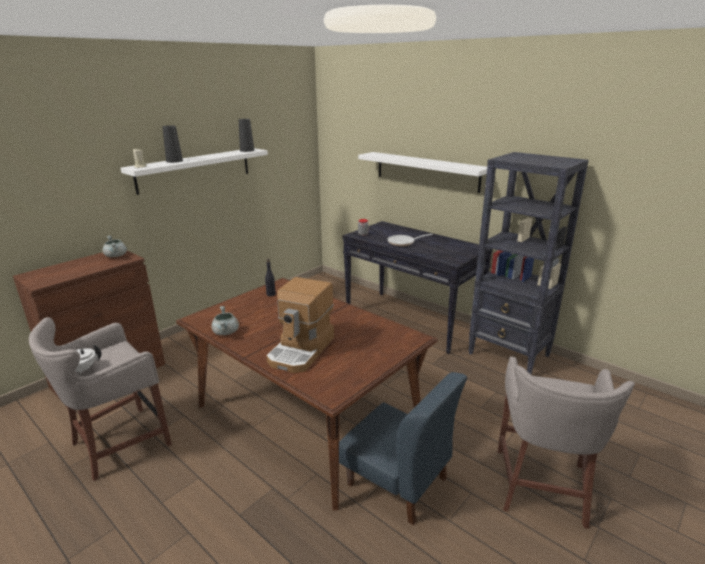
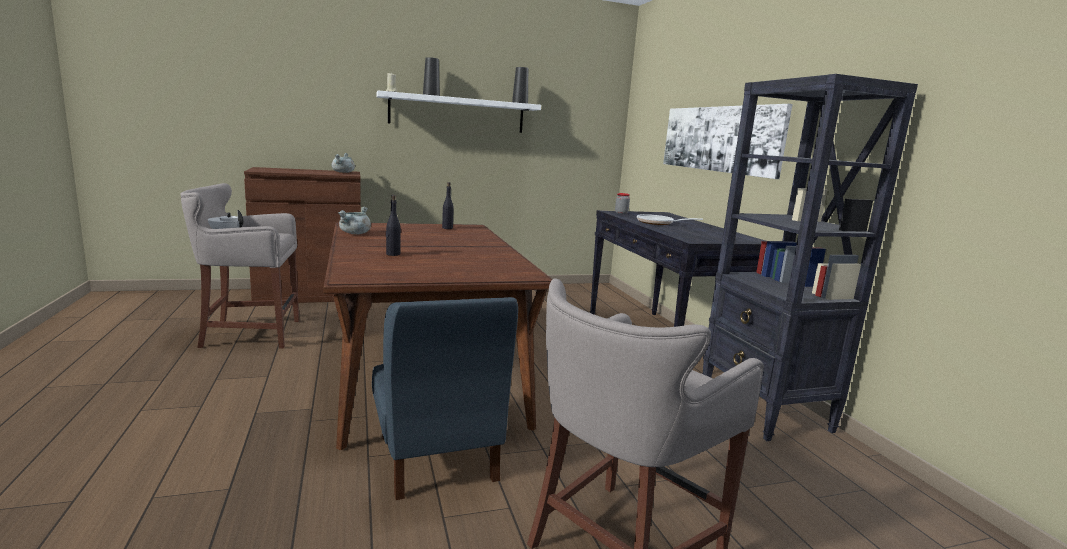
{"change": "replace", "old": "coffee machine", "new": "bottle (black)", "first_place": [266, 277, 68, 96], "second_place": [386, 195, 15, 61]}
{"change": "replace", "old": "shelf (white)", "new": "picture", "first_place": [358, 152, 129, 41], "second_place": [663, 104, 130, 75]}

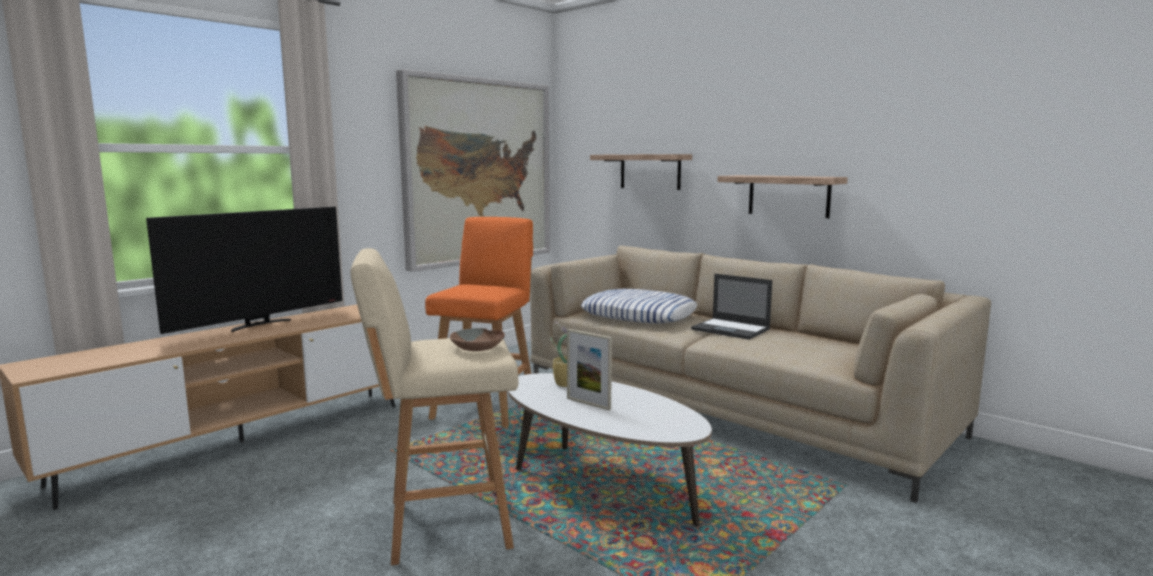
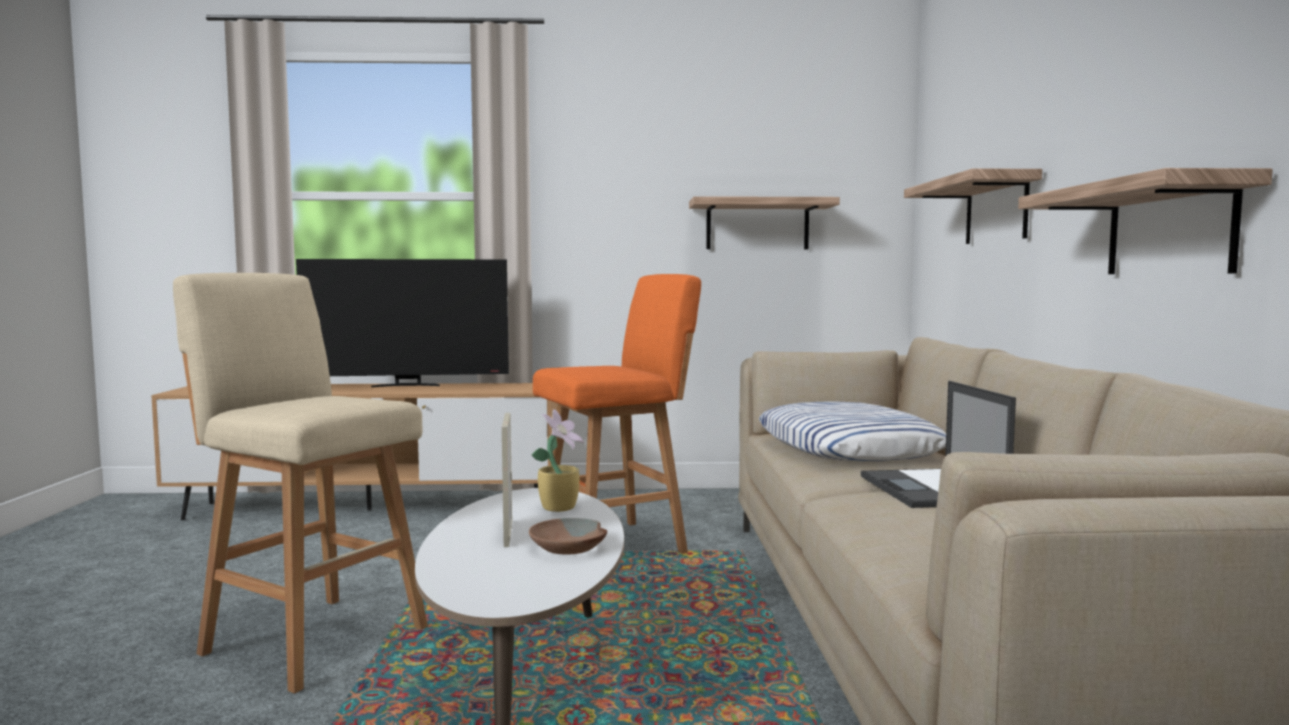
{"change": "move", "old": "bowl (brown)", "first_place": [450, 328, 55, 23], "second_place": [529, 518, 78, 37]}
{"change": "replace", "old": "picture", "new": "shelf", "first_place": [396, 69, 154, 203], "second_place": [689, 196, 151, 53]}

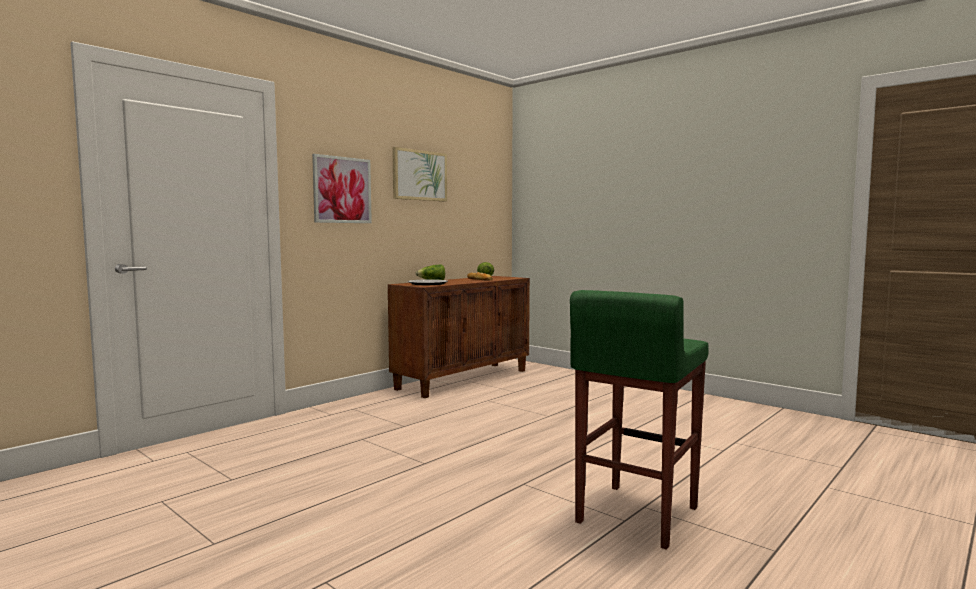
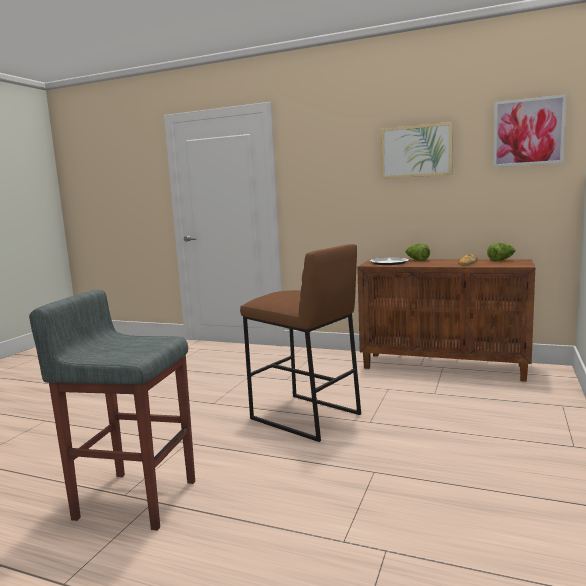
{"change": "insert", "new": "stool (brown)", "second_place": [240, 244, 121, 198]}
{"change": "move", "old": "picture", "first_place": [312, 154, 60, 69], "second_place": [493, 94, 73, 73]}
{"change": "recolor", "old": "stool (green)", "new": "stool (grey)", "first_place": [570, 290, 139, 260], "second_place": [29, 290, 166, 241]}

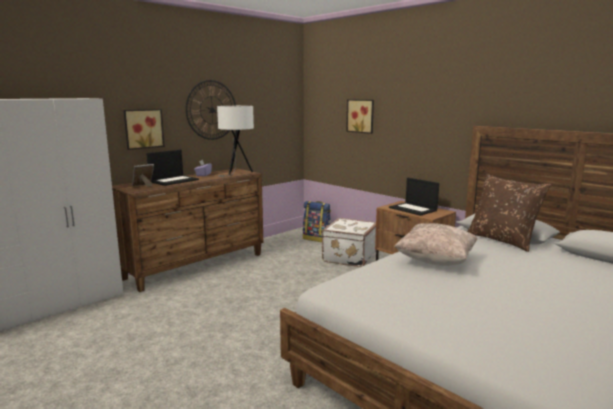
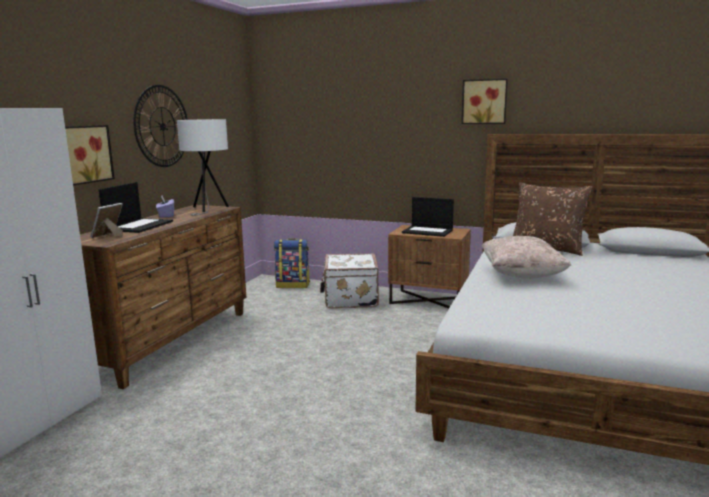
{"change": "move", "old": "picture", "first_place": [346, 99, 28, 35], "second_place": [462, 79, 46, 45]}

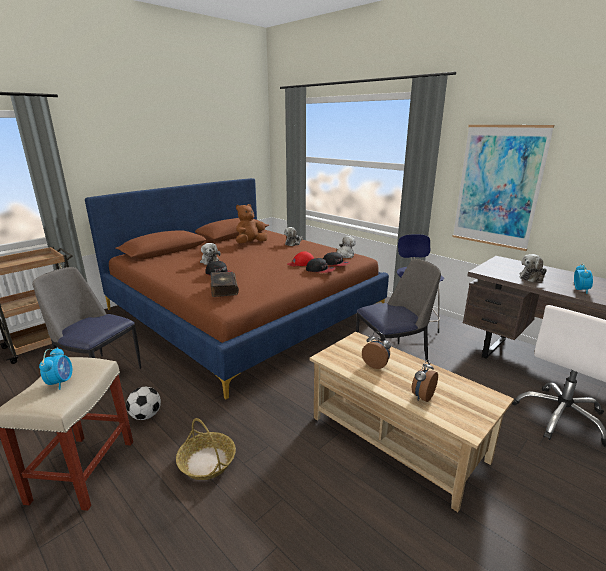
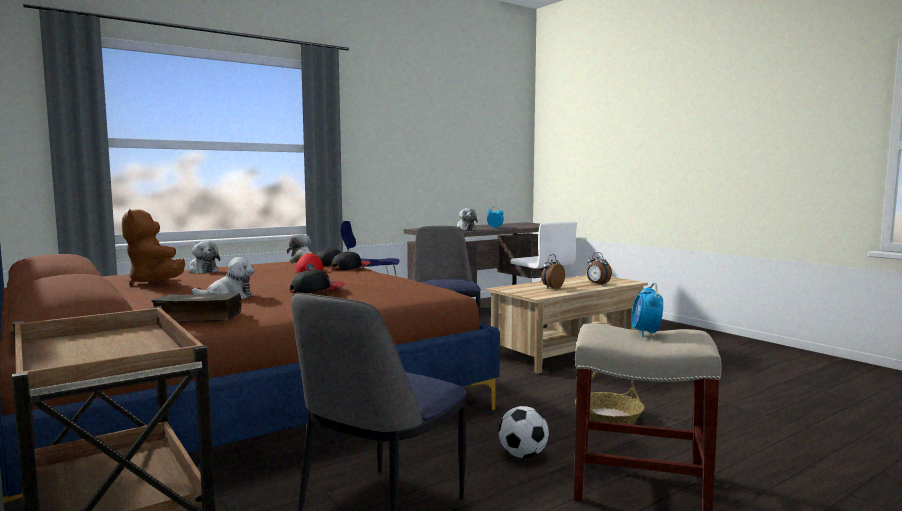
{"change": "delete", "old": "picture", "first_place": [452, 125, 102, 126]}
{"change": "move", "old": "book", "first_place": [210, 272, 29, 25], "second_place": [151, 293, 90, 29]}
{"change": "rotate", "old": "alarm clock", "first_place": [39, 347, 33, 43], "second_place": [631, 283, 32, 54], "degrees": -90}

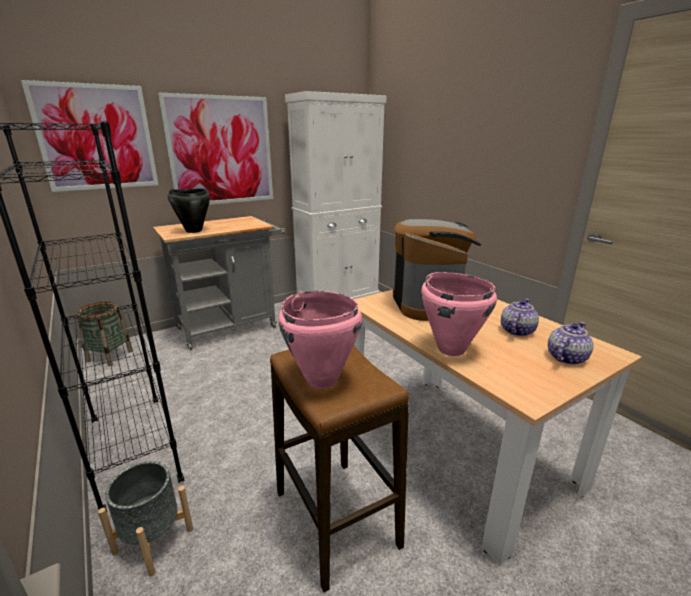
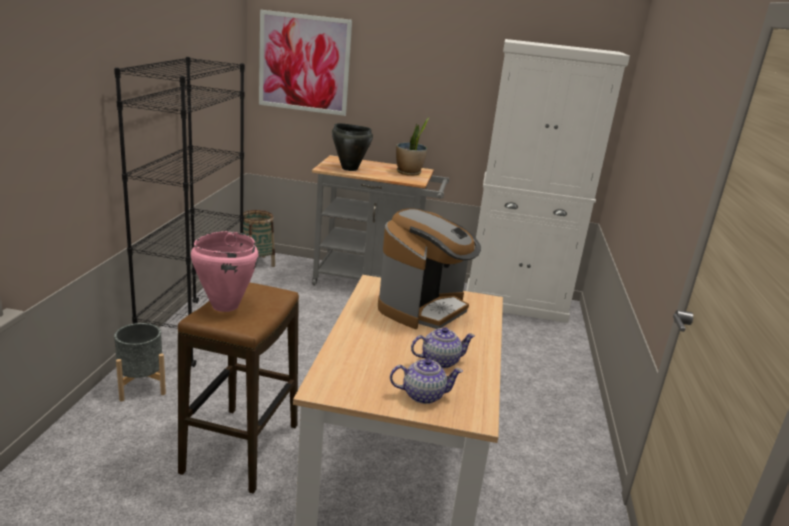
{"change": "delete", "old": "picture", "first_place": [158, 93, 115, 112]}
{"change": "delete", "old": "cooking pot (pink)", "first_place": [421, 272, 76, 84]}
{"change": "insert", "new": "potted plant", "second_place": [396, 117, 34, 59]}

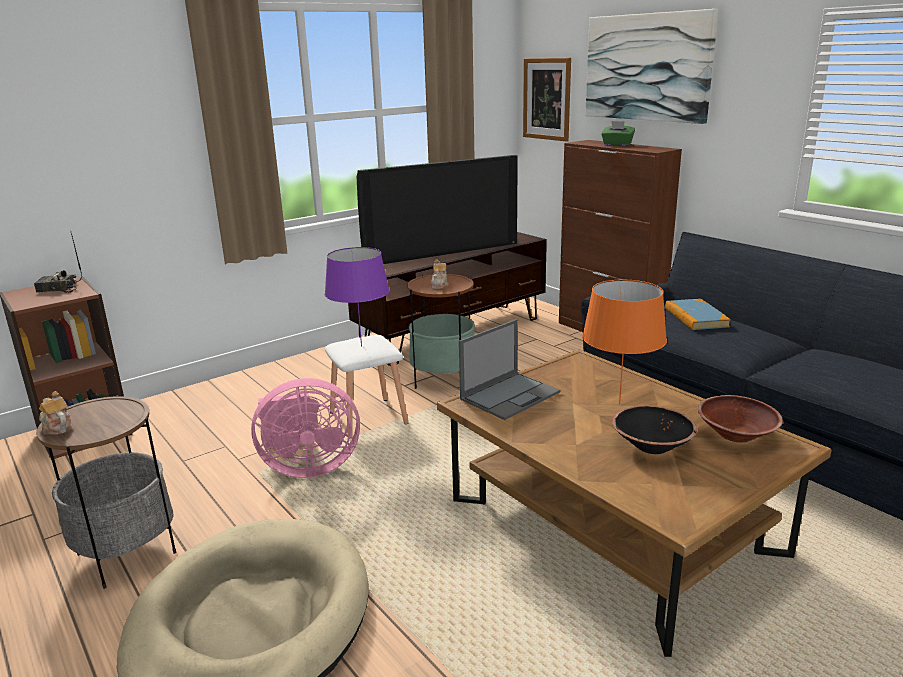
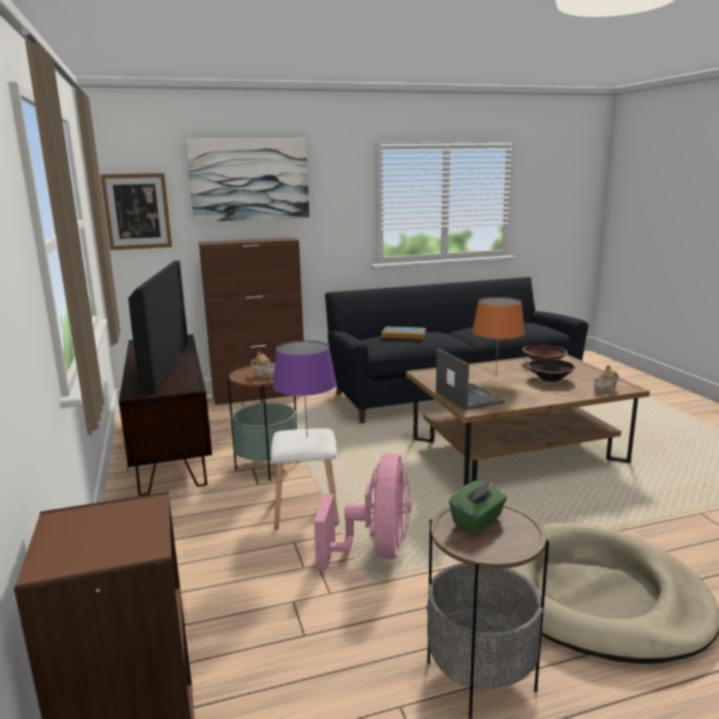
{"change": "delete", "old": "radio", "first_place": [34, 233, 48, 60]}
{"change": "move", "old": "teapot", "first_place": [39, 391, 33, 44], "second_place": [594, 365, 25, 28]}
{"change": "move", "old": "tissue box (green)", "first_place": [601, 121, 34, 25], "second_place": [449, 480, 58, 53]}

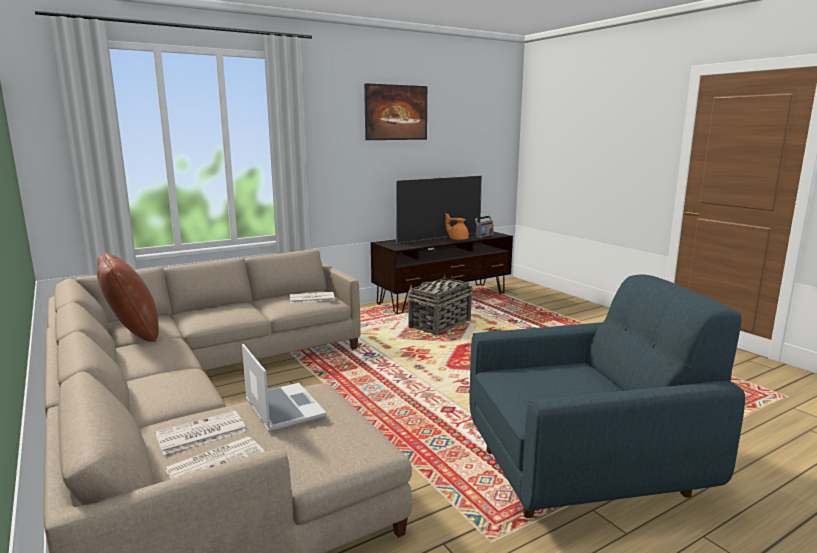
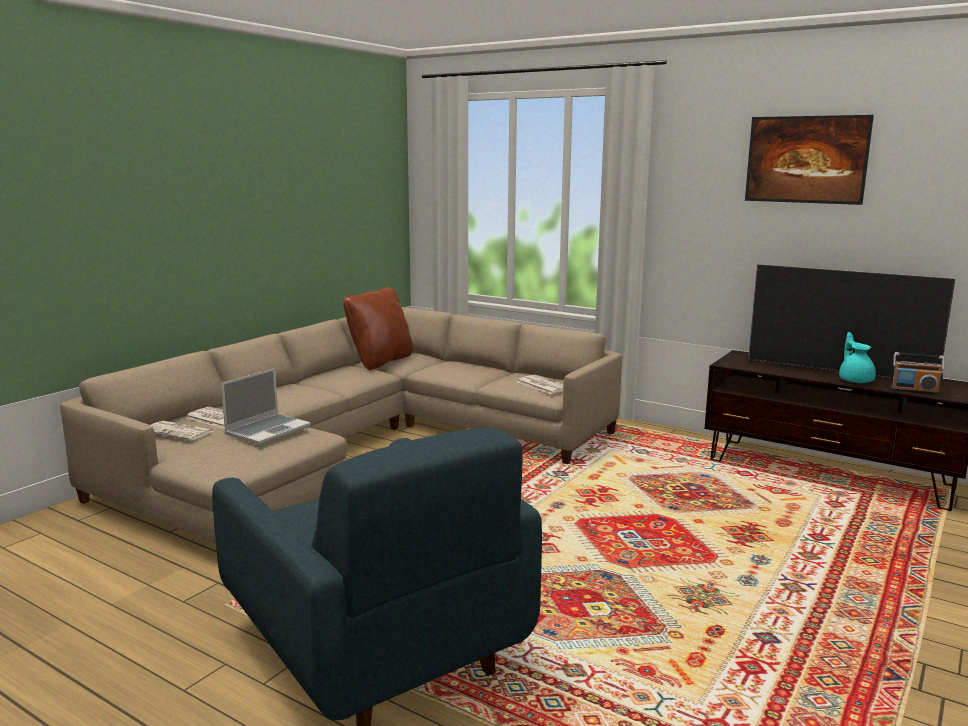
{"change": "delete", "old": "basket", "first_place": [407, 274, 66, 62]}
{"change": "recolor", "old": "teapot (orange)", "new": "teapot (turquoise)", "first_place": [445, 214, 24, 26], "second_place": [839, 332, 37, 51]}

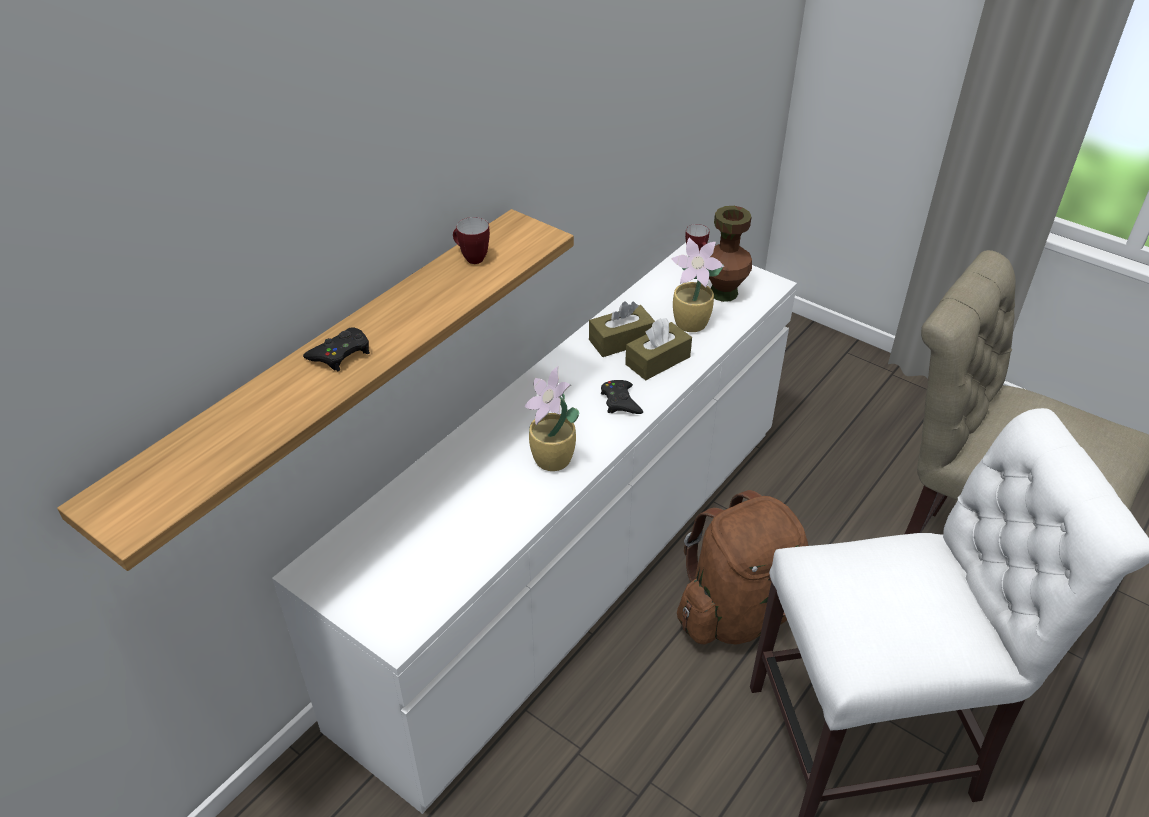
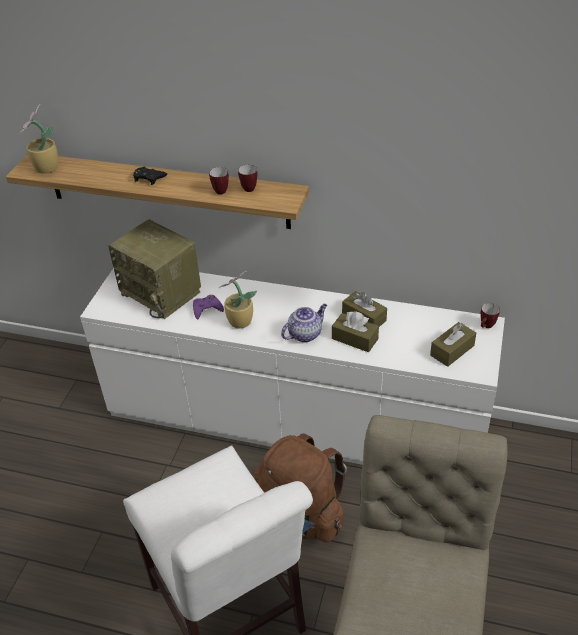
{"change": "insert", "new": "radio", "second_place": [108, 219, 93, 100]}
{"change": "insert", "new": "game controller (purple)", "second_place": [193, 295, 31, 24]}
{"change": "insert", "new": "mug", "second_place": [209, 167, 20, 28]}
{"change": "move", "old": "potted plant", "first_place": [671, 238, 53, 94], "second_place": [19, 104, 39, 70]}
{"change": "replace", "old": "game controller (black)", "new": "teapot", "first_place": [601, 380, 42, 34], "second_place": [281, 304, 46, 38]}
{"change": "replace", "old": "vase (brown)", "new": "tissue box (brown)", "first_place": [709, 206, 43, 96], "second_place": [430, 322, 46, 45]}

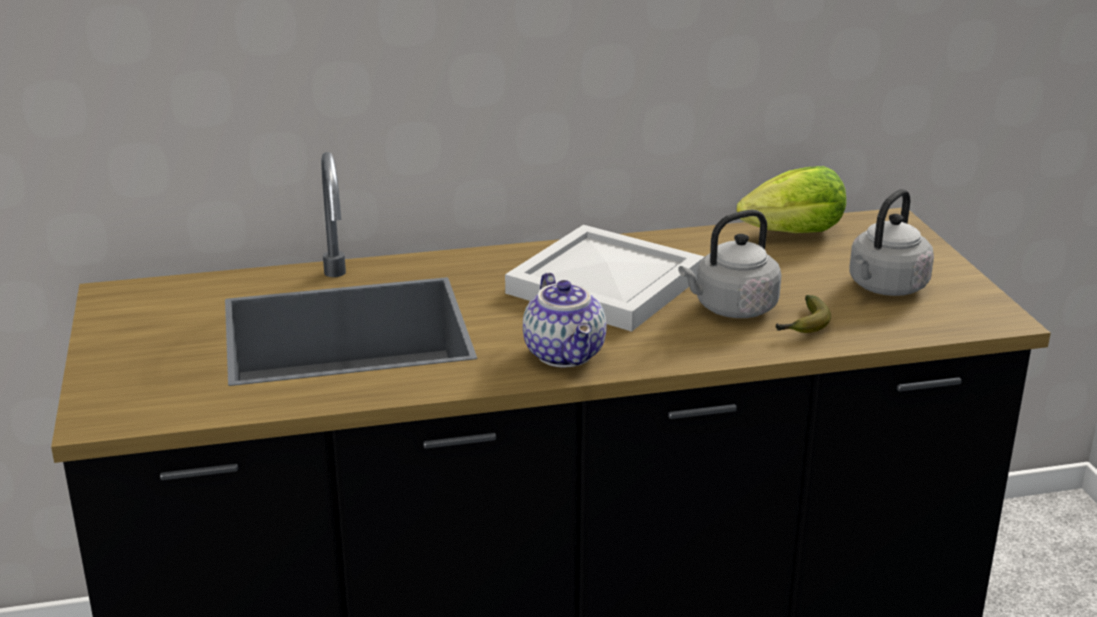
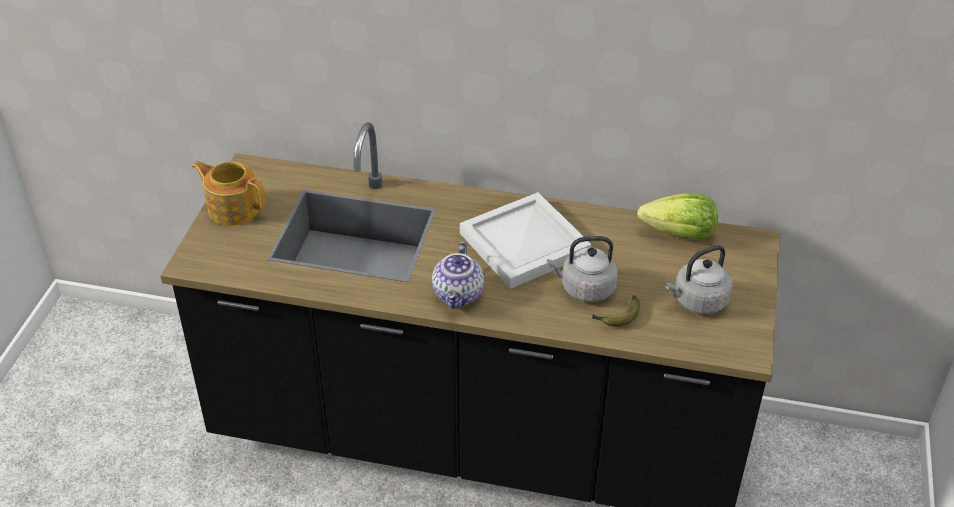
{"change": "insert", "new": "teapot", "second_place": [192, 161, 74, 65]}

